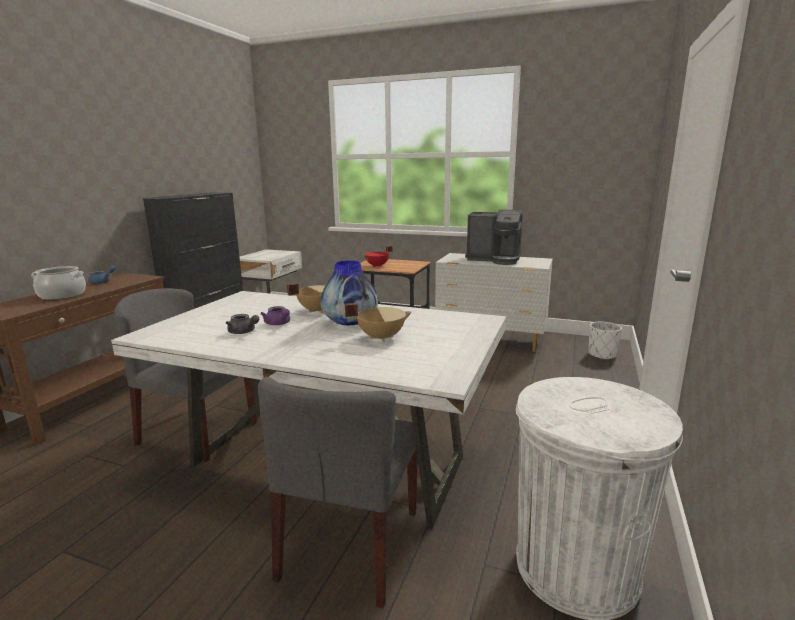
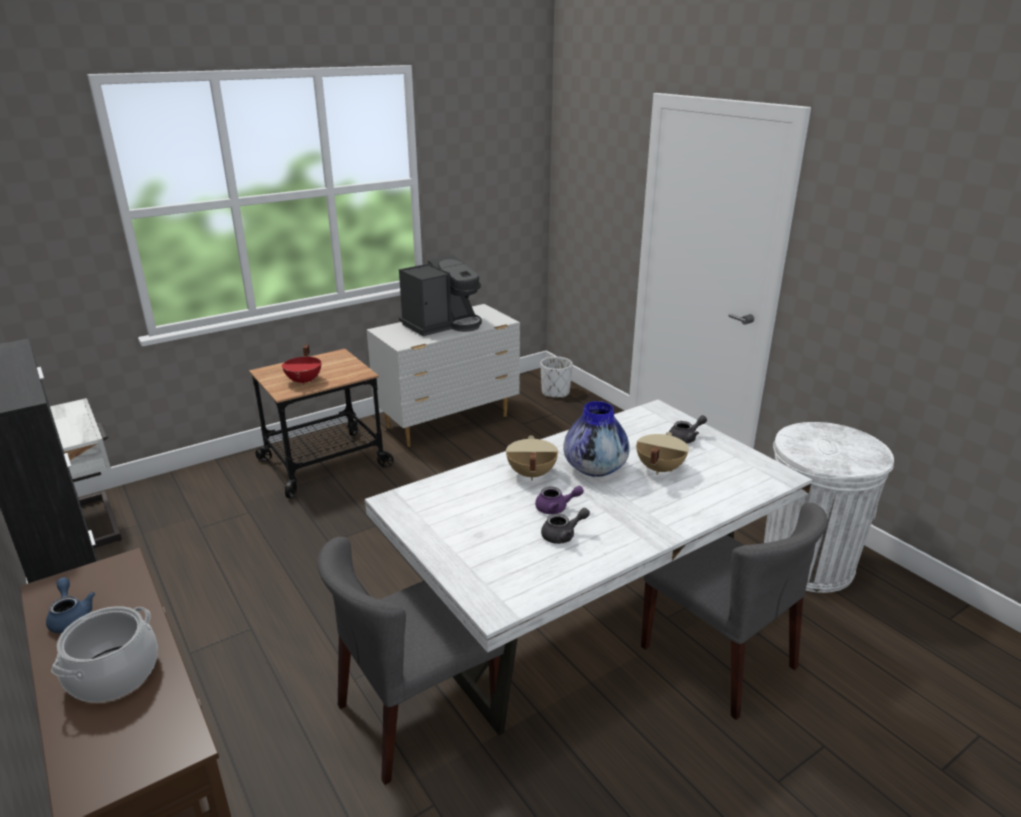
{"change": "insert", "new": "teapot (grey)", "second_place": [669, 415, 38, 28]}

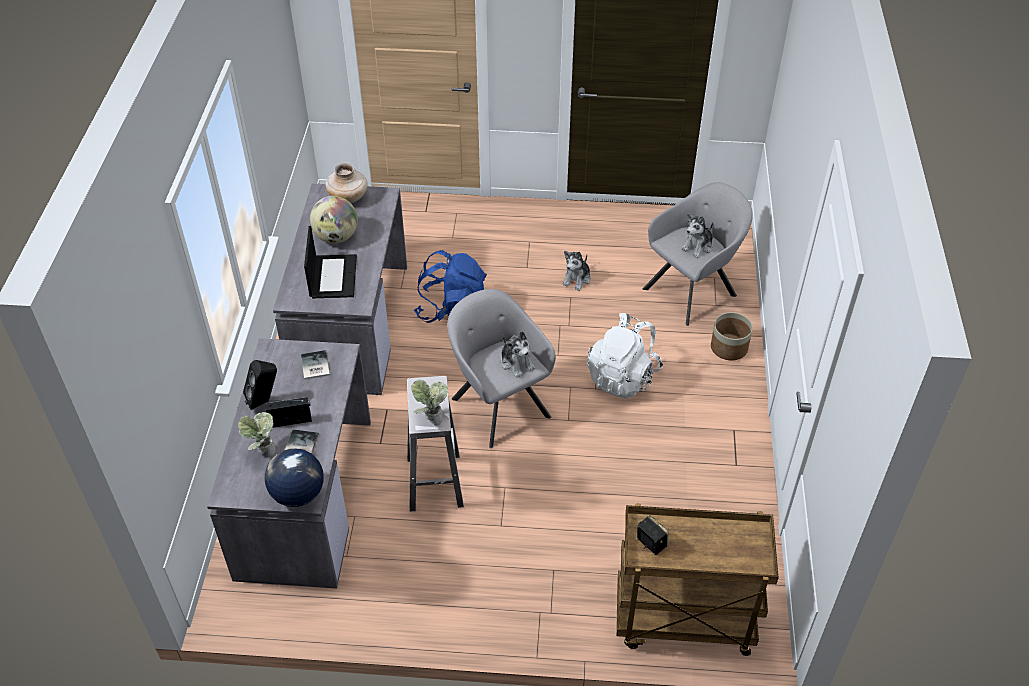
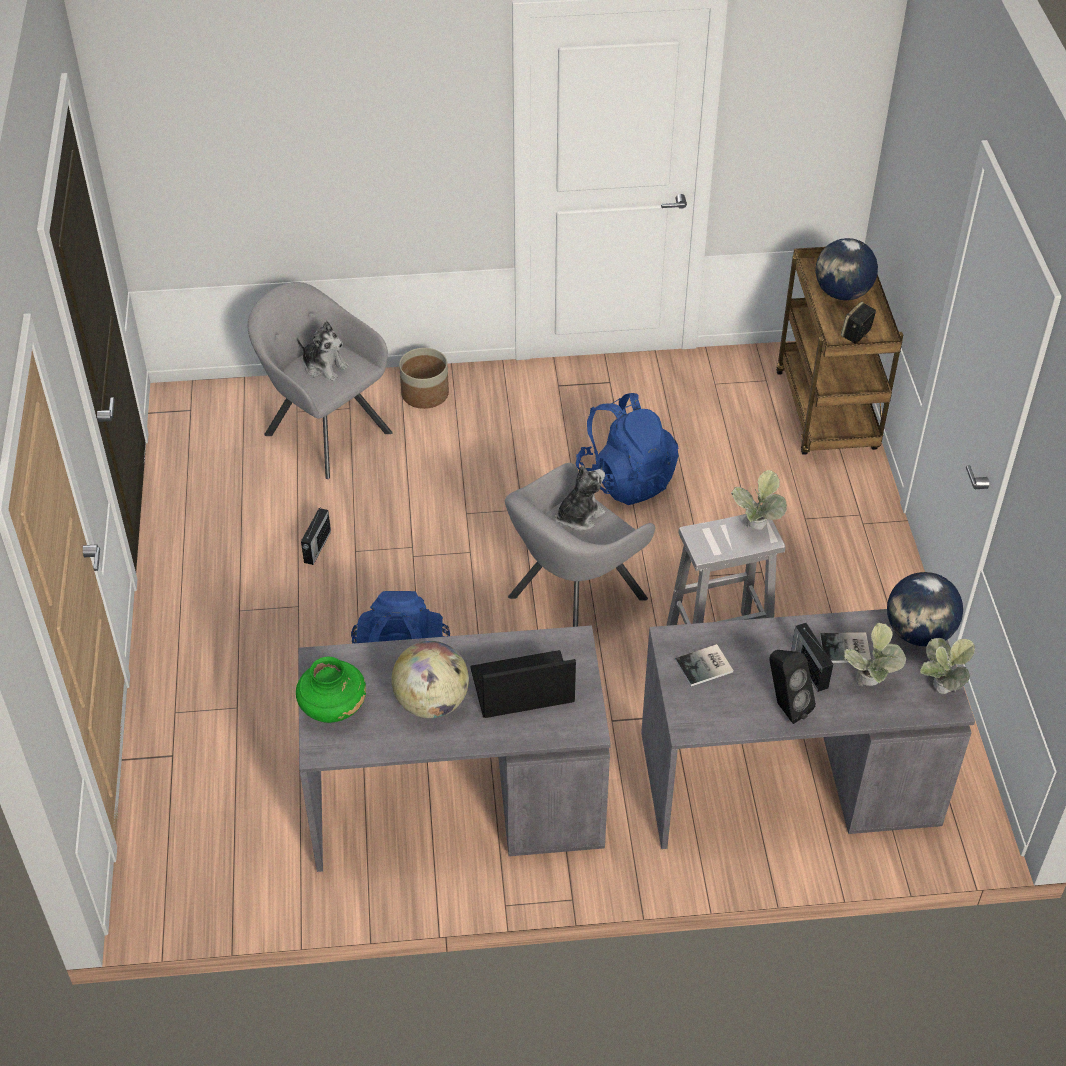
{"change": "delete", "old": "backpack (white)", "first_place": [587, 313, 76, 86]}
{"change": "insert", "new": "backpack (blue)", "second_place": [576, 393, 102, 112]}
{"change": "insert", "new": "globe", "second_place": [816, 238, 62, 62]}
{"change": "insert", "new": "potted plant", "second_place": [920, 638, 56, 56]}
{"change": "replace", "old": "plush toy", "new": "radio", "first_place": [563, 251, 28, 40], "second_place": [301, 507, 30, 58]}
{"change": "recolor", "old": "vase (beige)", "new": "vase (green)", "first_place": [325, 162, 43, 41], "second_place": [296, 657, 70, 66]}

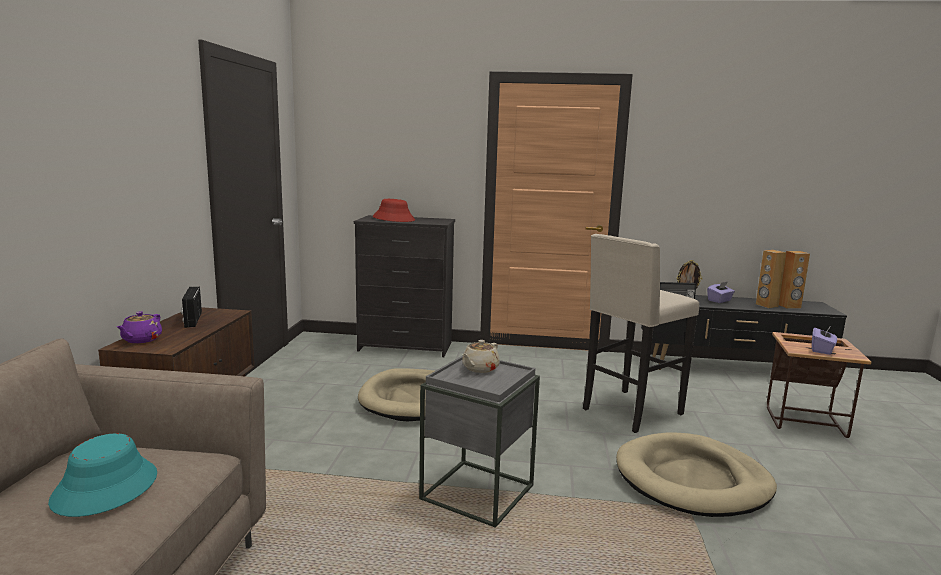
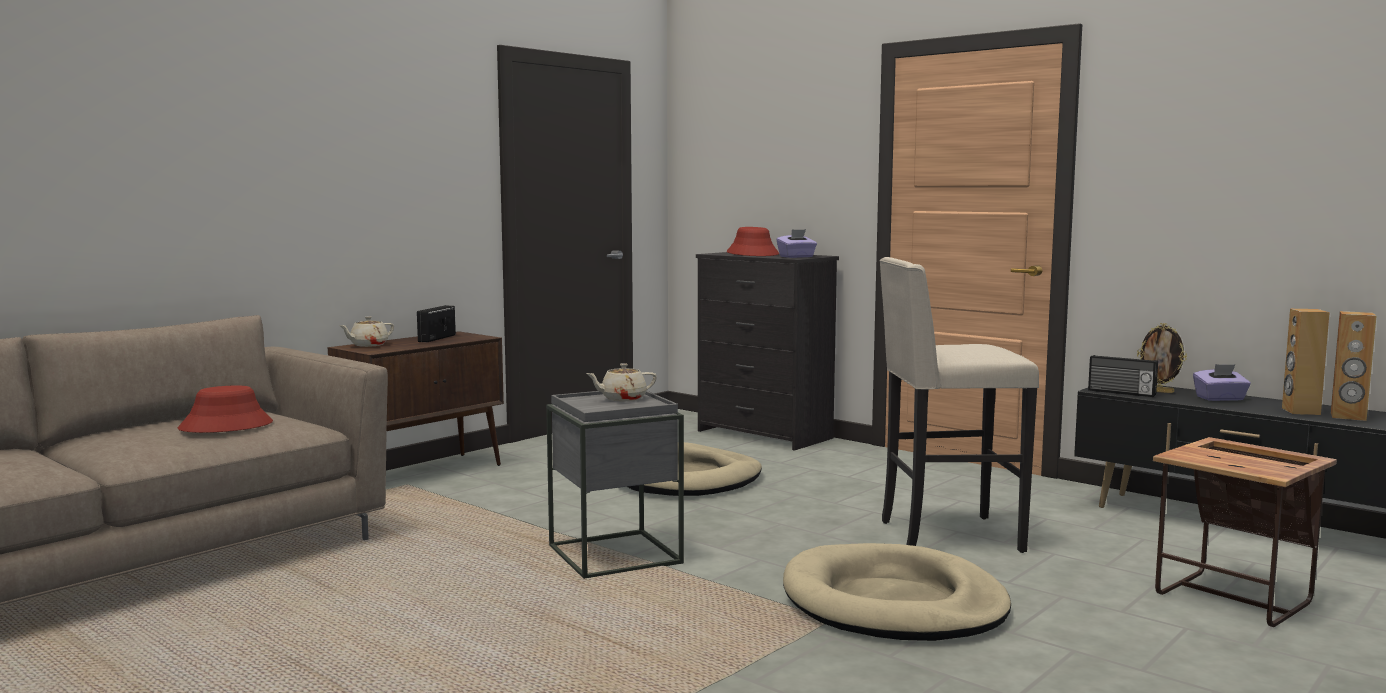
{"change": "move", "old": "tissue box (purple)", "first_place": [812, 327, 25, 28], "second_place": [777, 229, 40, 29]}
{"change": "recolor", "old": "hat (turquoise)", "new": "hat (red)", "first_place": [48, 433, 109, 84], "second_place": [178, 386, 95, 47]}
{"change": "recolor", "old": "teapot (purple)", "new": "teapot (beige)", "first_place": [117, 311, 45, 32], "second_place": [339, 316, 55, 31]}

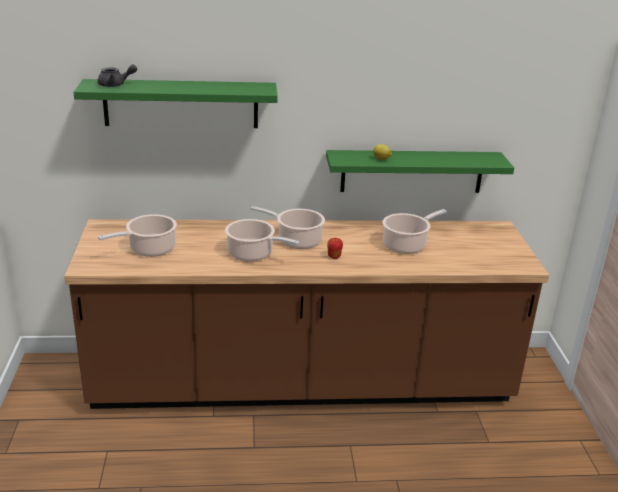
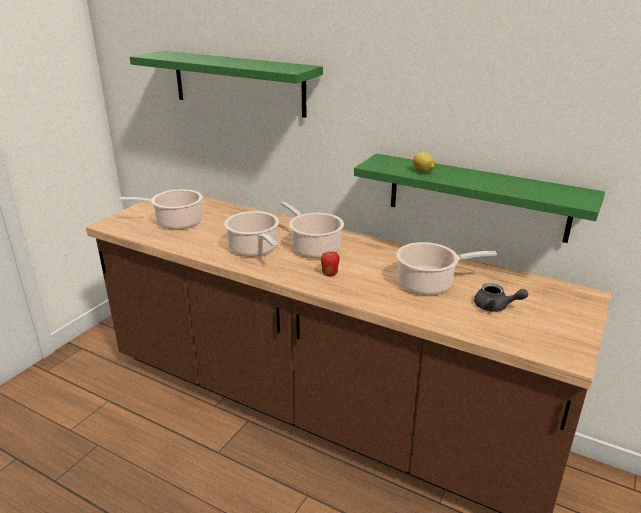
{"change": "move", "old": "teapot (grey)", "first_place": [98, 64, 39, 23], "second_place": [474, 283, 54, 29]}

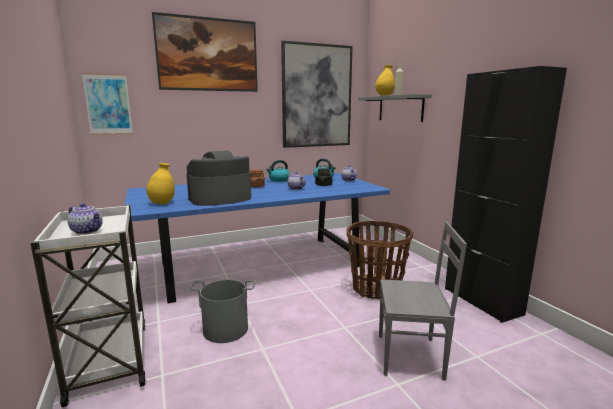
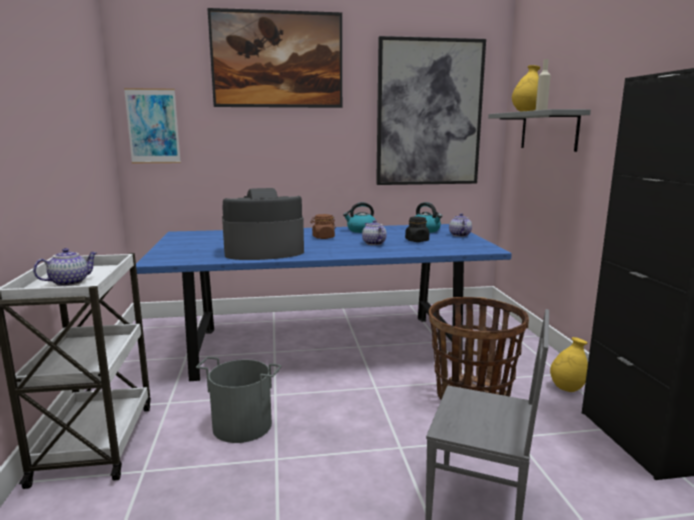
{"change": "move", "old": "vase (yellow)", "first_place": [146, 163, 29, 41], "second_place": [550, 337, 38, 55]}
{"change": "rotate", "old": "teapot", "first_place": [67, 203, 36, 32], "second_place": [33, 248, 65, 38], "degrees": -90}

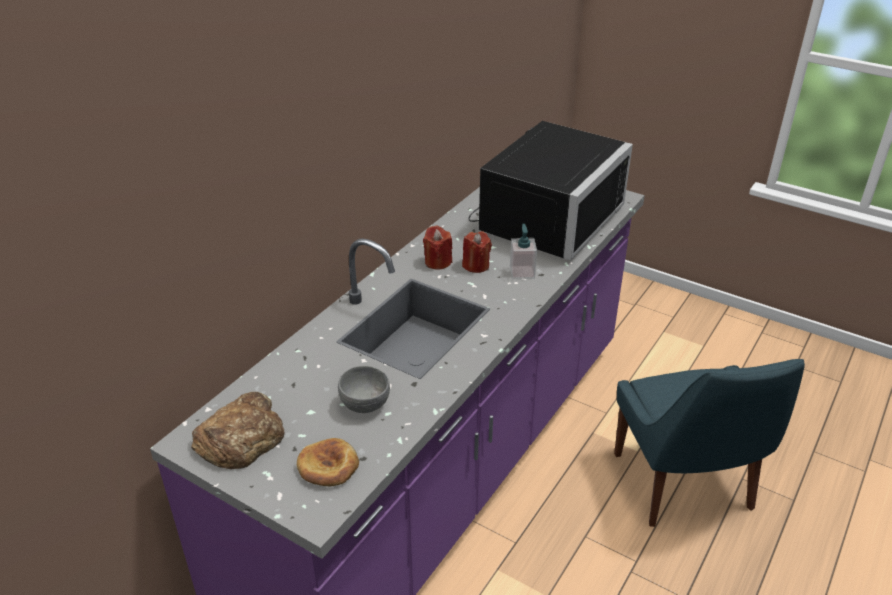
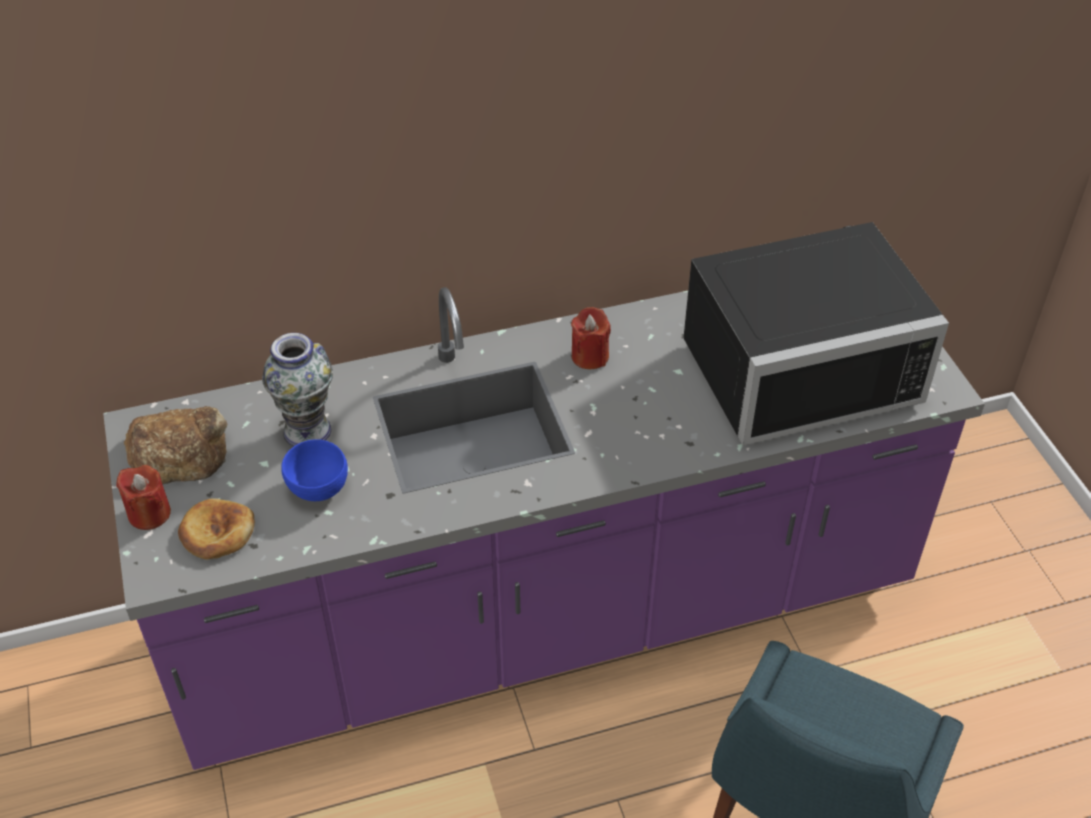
{"change": "delete", "old": "soap dispenser", "first_place": [510, 224, 27, 55]}
{"change": "insert", "new": "vase", "second_place": [262, 333, 71, 114]}
{"change": "move", "old": "candle (red)", "first_place": [462, 231, 30, 42], "second_place": [116, 465, 55, 65]}
{"change": "recolor", "old": "bowl (grey)", "new": "bowl (blue)", "first_place": [338, 366, 52, 47], "second_place": [281, 439, 67, 62]}

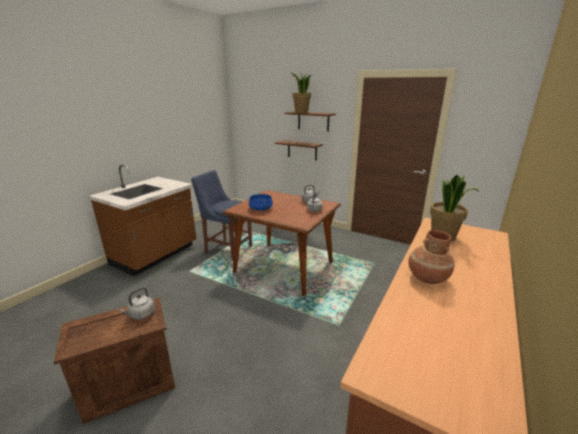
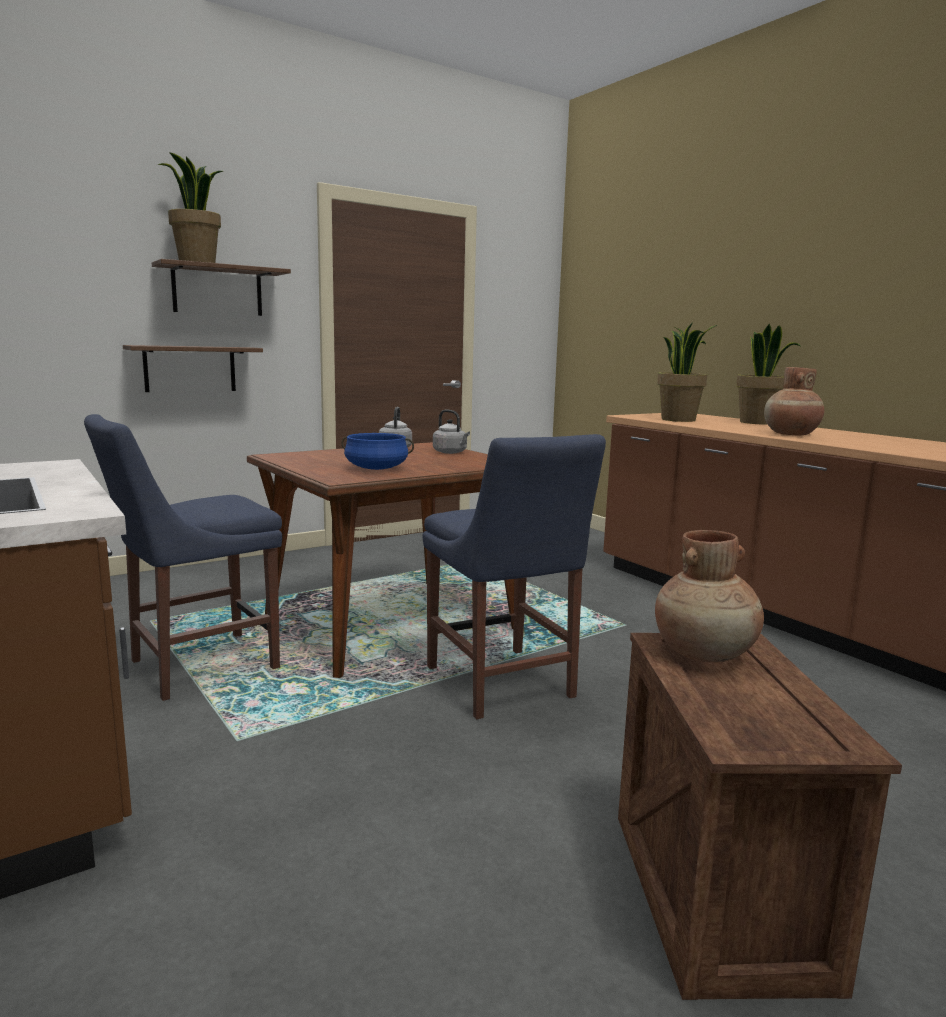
{"change": "insert", "new": "chair (blue)", "second_place": [423, 434, 183, 285]}
{"change": "insert", "new": "potted plant", "second_place": [736, 324, 64, 101]}
{"change": "replace", "old": "kettle (grey)", "new": "vase (brown)", "first_place": [120, 287, 35, 33], "second_place": [655, 530, 109, 132]}

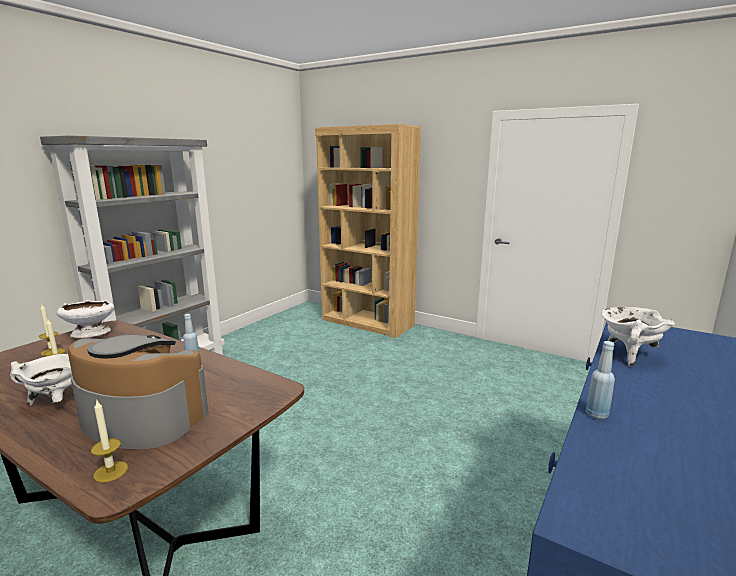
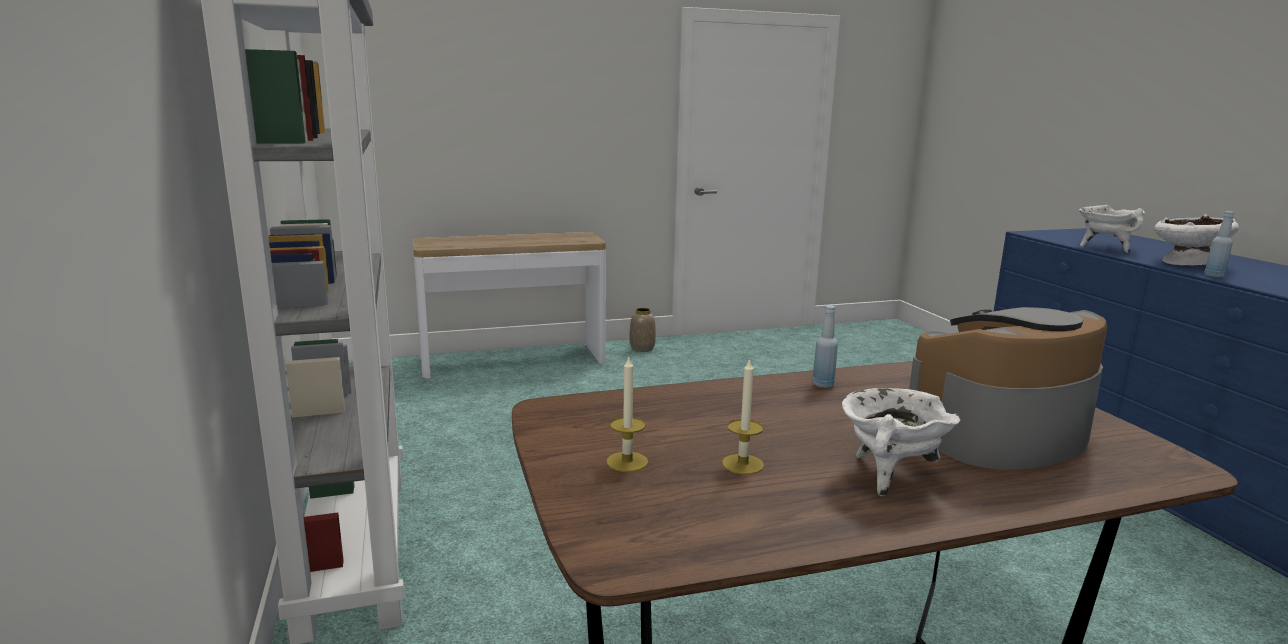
{"change": "delete", "old": "candle", "first_place": [91, 401, 37, 82]}
{"change": "insert", "new": "vase", "second_place": [630, 308, 26, 44]}
{"change": "move", "old": "bowl (white)", "first_place": [56, 300, 58, 38], "second_place": [1154, 214, 85, 51]}
{"change": "replace", "old": "bookcase (brown)", "new": "console table", "first_place": [315, 124, 106, 214], "second_place": [412, 232, 194, 146]}

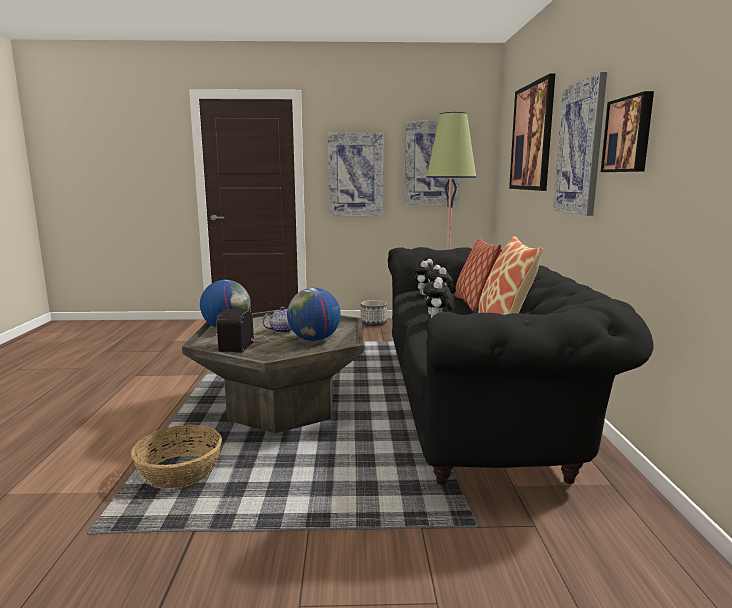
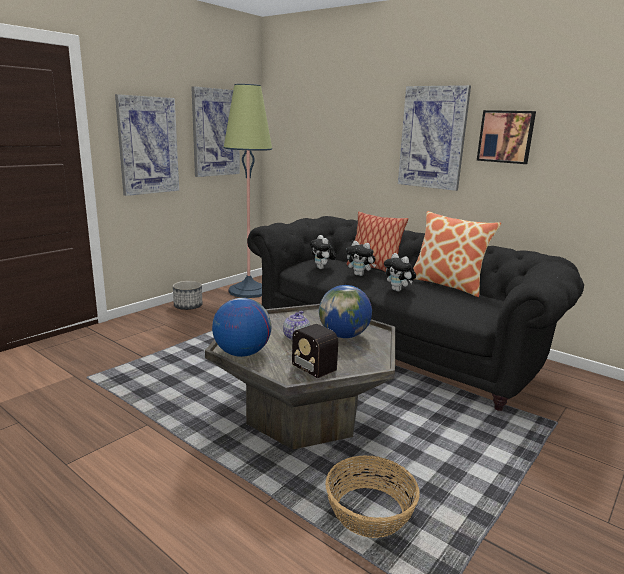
{"change": "delete", "old": "picture", "first_place": [509, 73, 46, 118]}

